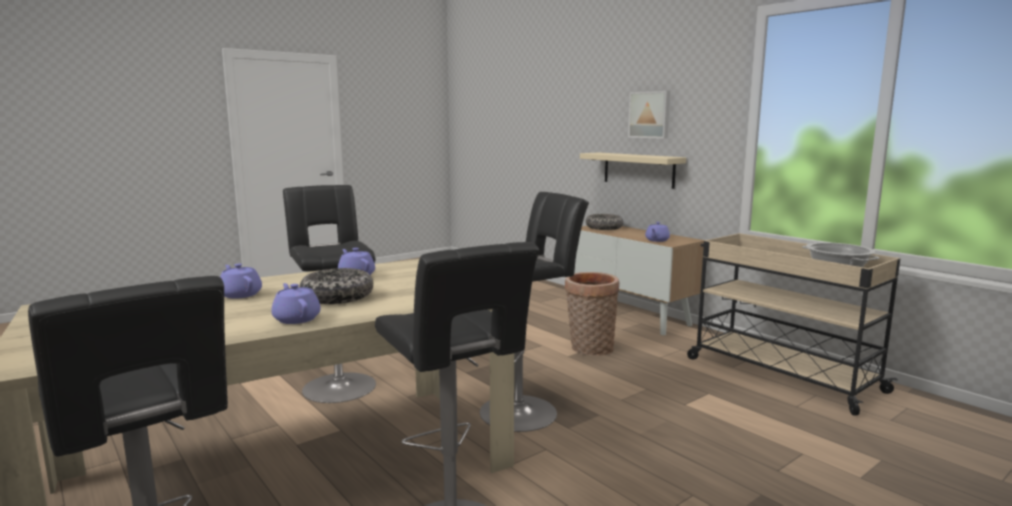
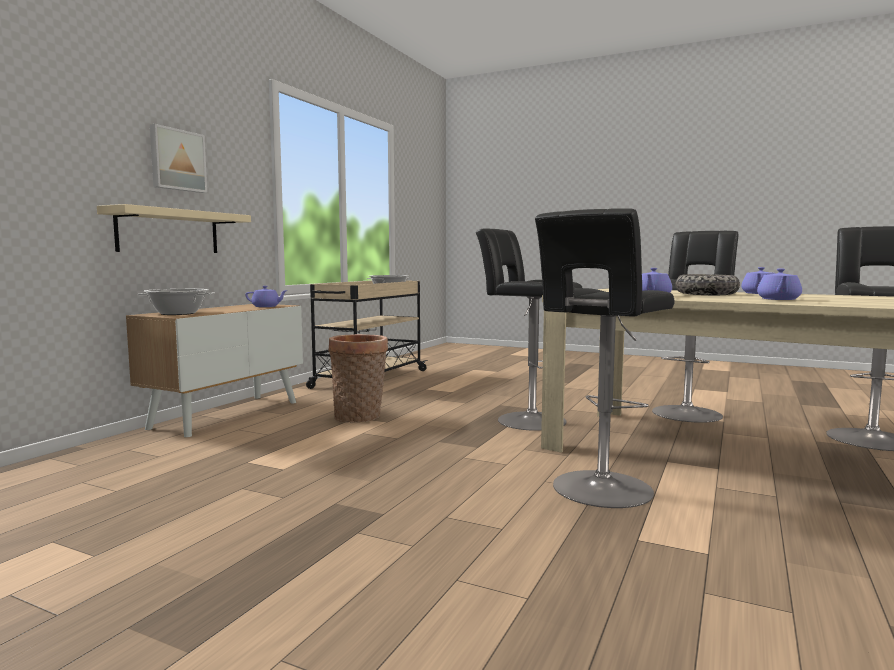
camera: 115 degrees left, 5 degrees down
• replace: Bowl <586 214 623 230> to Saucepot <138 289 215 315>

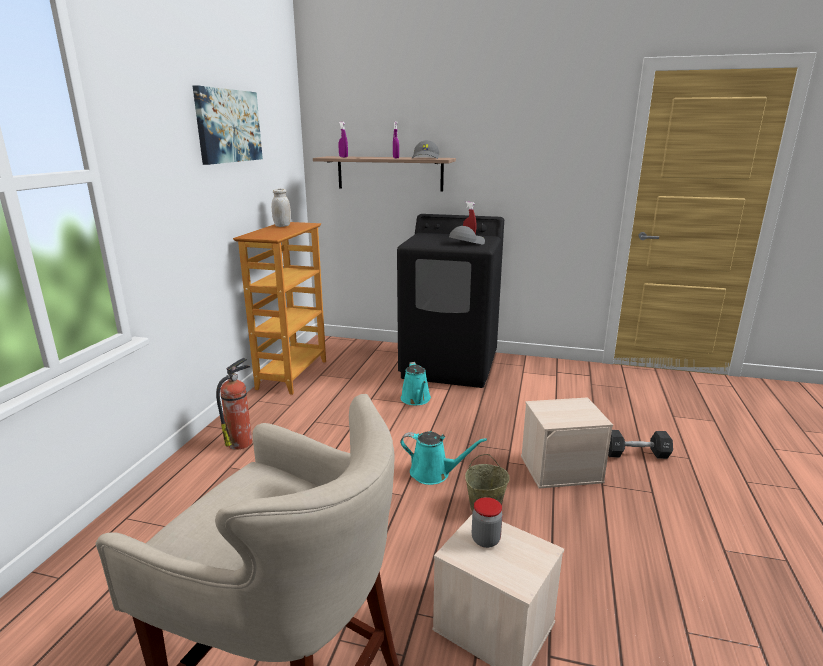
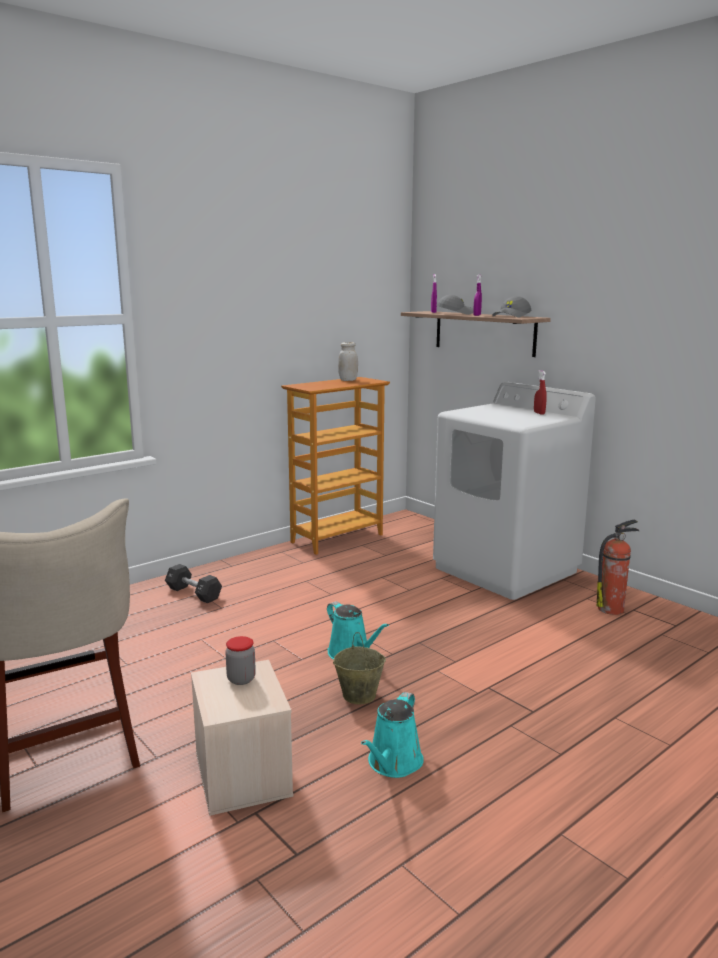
camera: 35 degrees right, 5 degrees down
• move: BlackHandWeight <608 430 673 459> to <165 564 222 603>
• move: TurquoiseColouredWateringCan <401 362 431 405> to <361 692 424 778>
• recolor: BlackLaundryAppliance <397 214 504 388> to WhitishLaundryAppliance <433 382 596 600>
• move: GreyPeakedCap <449 226 485 244> to <436 295 474 315>
• move: FireFightingCylinder <216 358 252 450> to <597 520 639 615>
• delete: Picture <193 86 263 165>
• delete: BeigeColouredStorageBin <521 397 613 488>

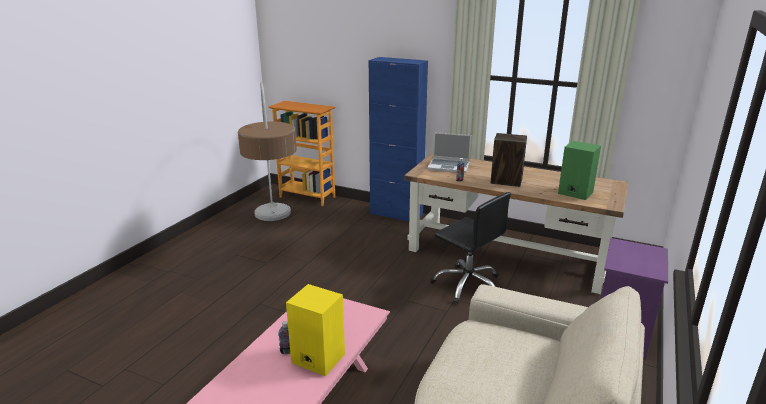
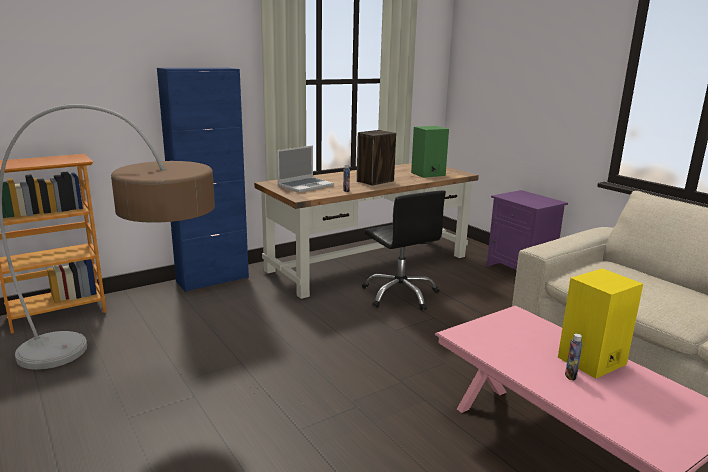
camera: 60 degrees left, 5 degrees down
• rotate: BlackComputerChair <430 192 511 304> = <362 190 446 311> 75 degrees clockwise

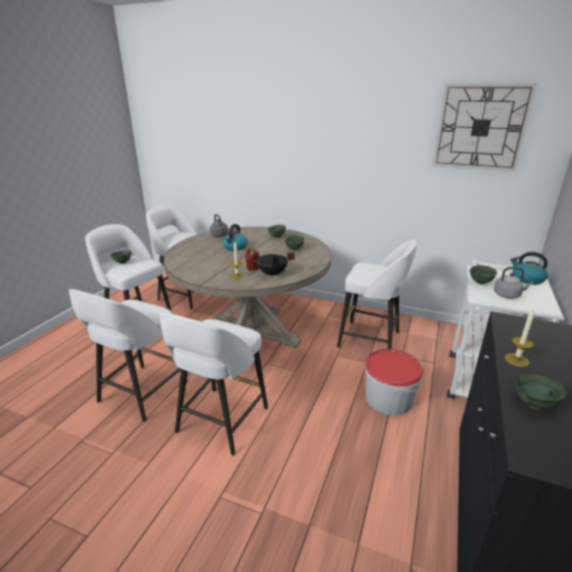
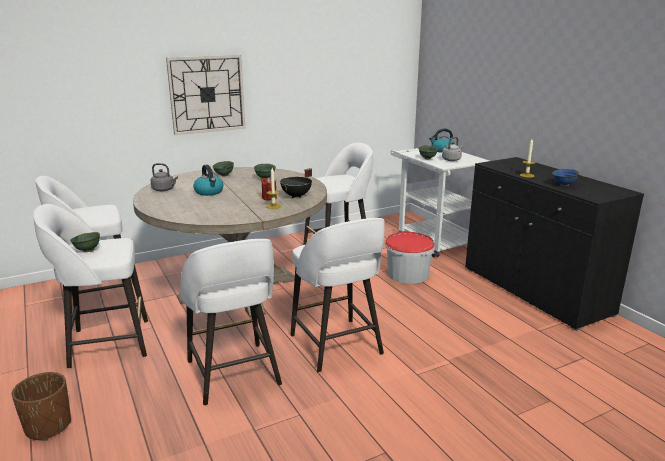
camera: 50 degrees left, 5 degrees down
• insert: BrownishFlowerPot <12 372 71 441>
• move: HangingClock <433 84 537 171> to <166 55 245 135>
• recolor: GreenishBowl <515 374 566 410> to BlueBowl <552 169 579 186>

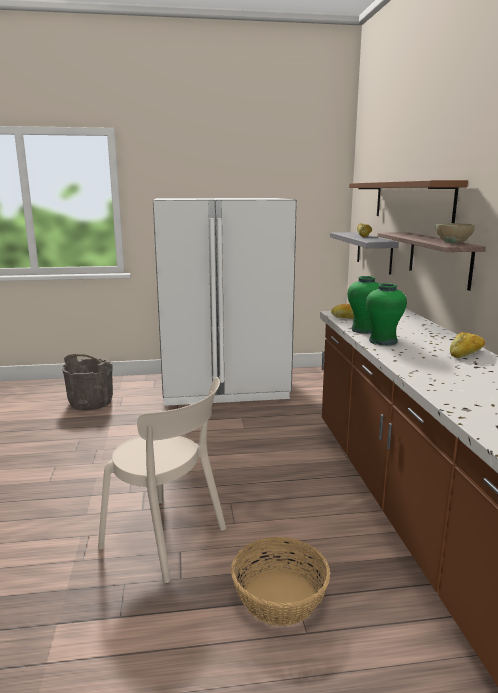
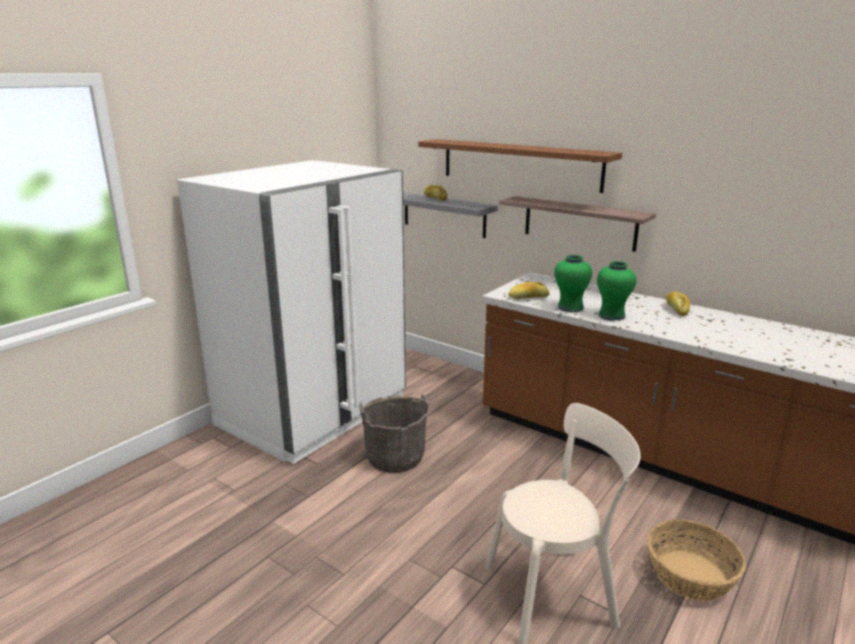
camera: 45 degrees left, 5 degrees up
• move: GreyBucket <62 354 113 410> to <359 394 429 473>
• delete: BeigeColouredBowl <436 223 475 244>

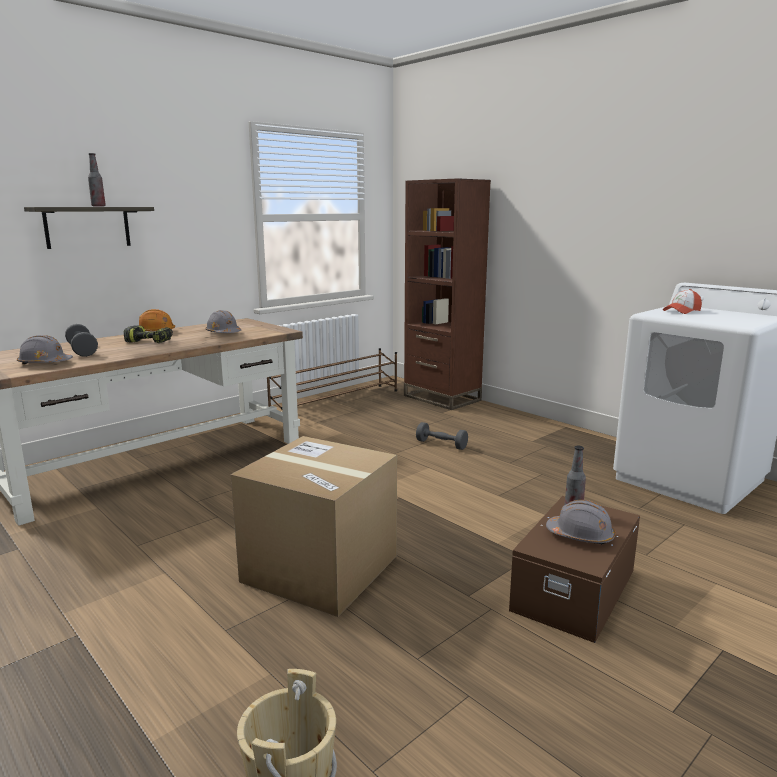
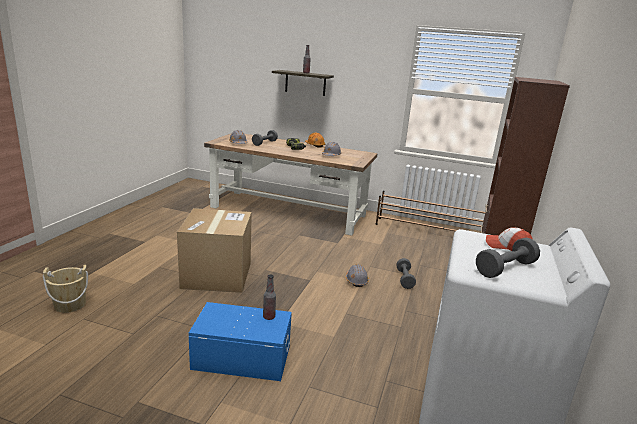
camera: 60 degrees right, 5 degrees up
• recolor: BrownishStorageBin <509 496 640 643> to BlueStorageBin <189 302 292 381>
• move: GreyHardHat <546 500 615 545> to <346 264 369 287>
• insert: GreyHandWeight <476 238 540 278>

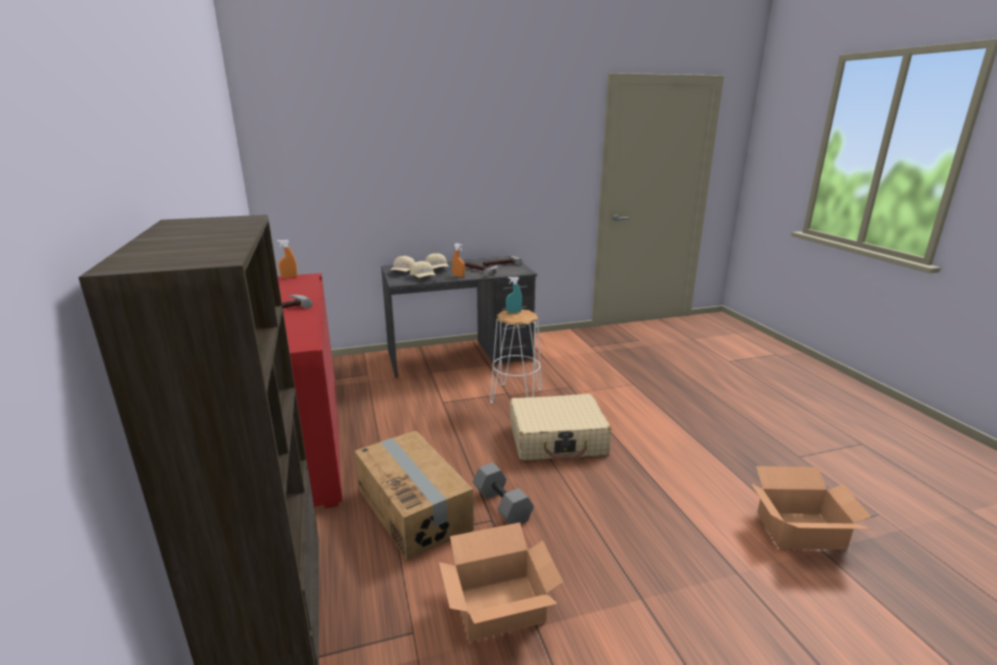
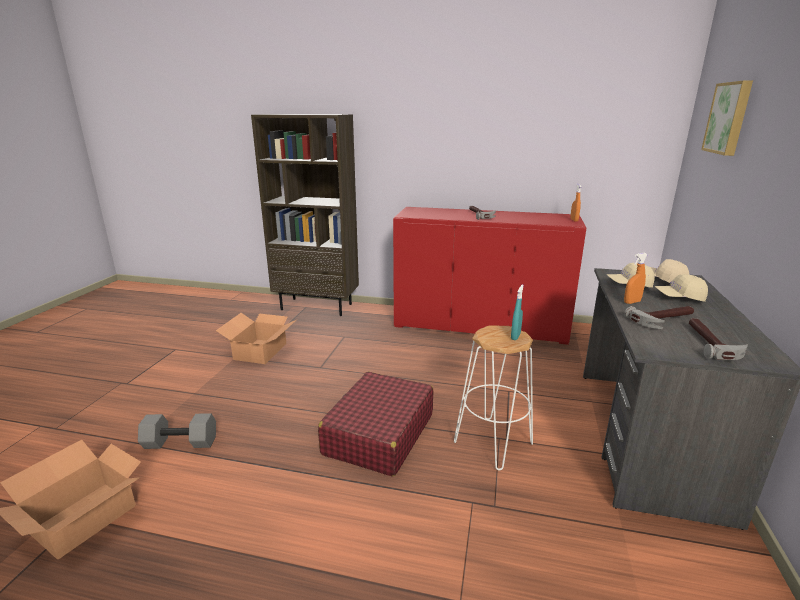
camera: 120 degrees right, 0 degrees up
• move: GreyHandWeight <473 462 534 524> to <138 413 216 449>
• recolor: BeigeColouredPieceOfLuggage <510 394 611 461> to RedColouredPieceOfLuggage <318 372 433 477>
• insert: Picture <701 80 753 156>
• delete: Carton <355 431 474 561>

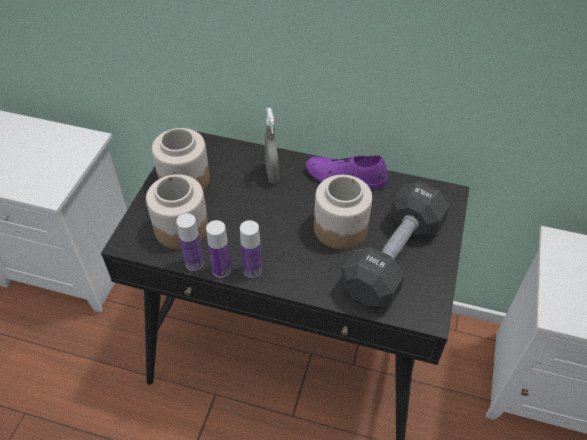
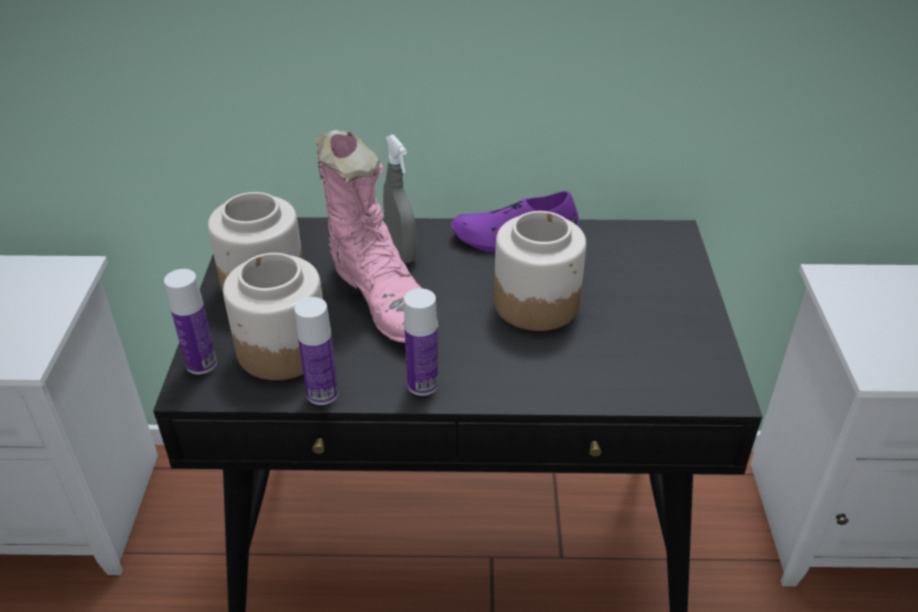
camera: 15 degrees left, 10 degrees down
• move: BeverageBottle <206 220 231 278> to <164 269 217 374>
• insert: PinkBoot <316 130 438 343>
• delete: BlackHandWeight <341 181 450 307>

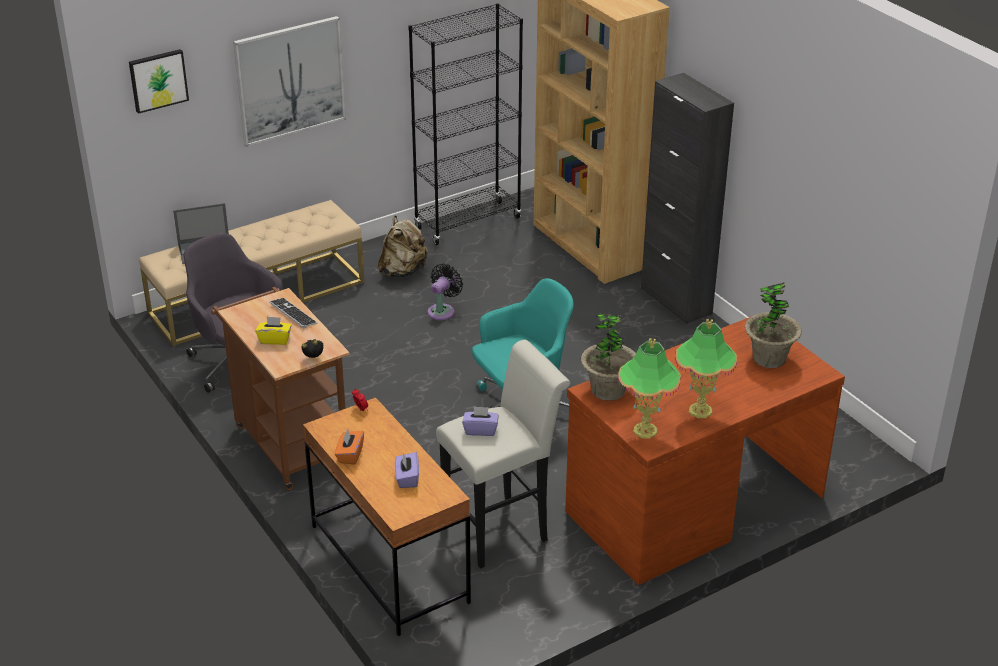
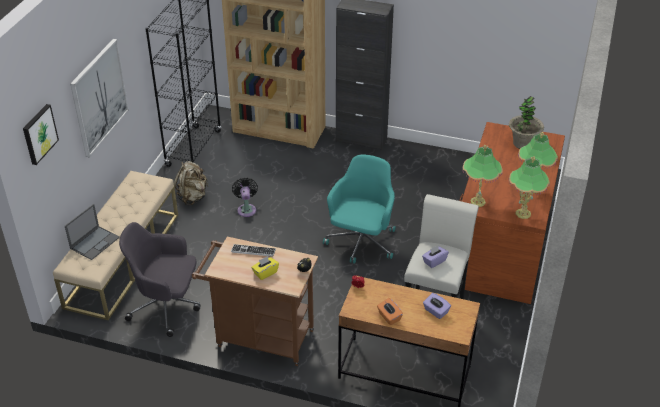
camera: 40 degrees left, 5 degrees up
• replace: PlantInAPot <581 314 636 401> to LampForATable <462 145 503 207>

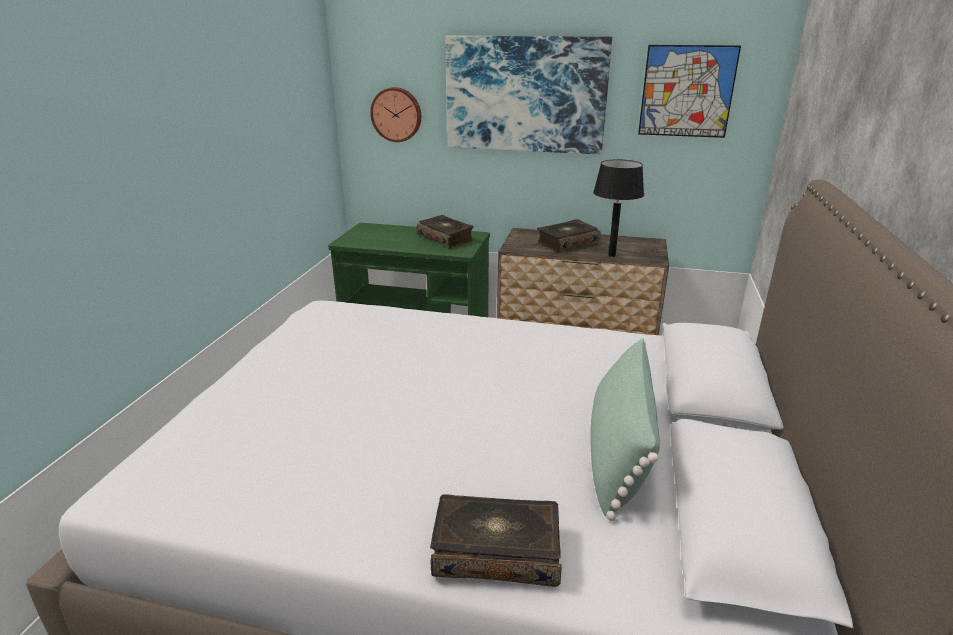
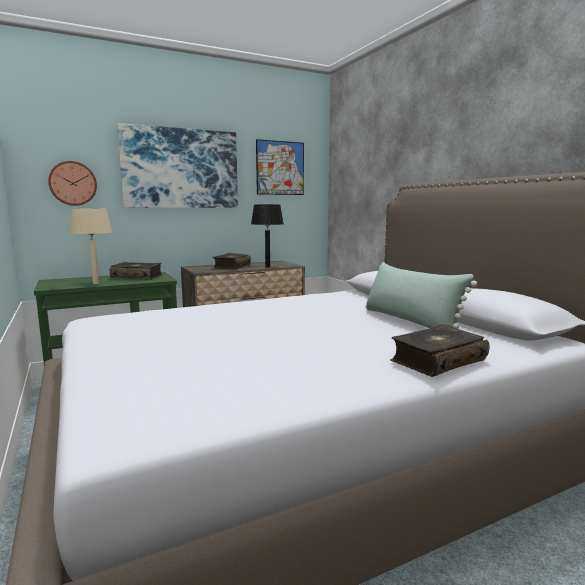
camera: 40 degrees left, 15 degrees down
• insert: BeigeColouredLampForATable <69 209 113 284>

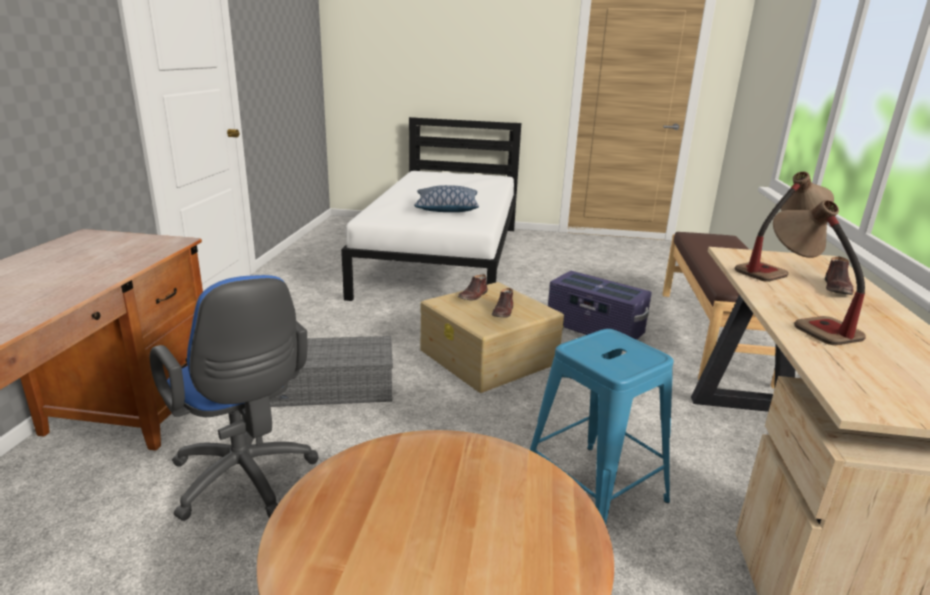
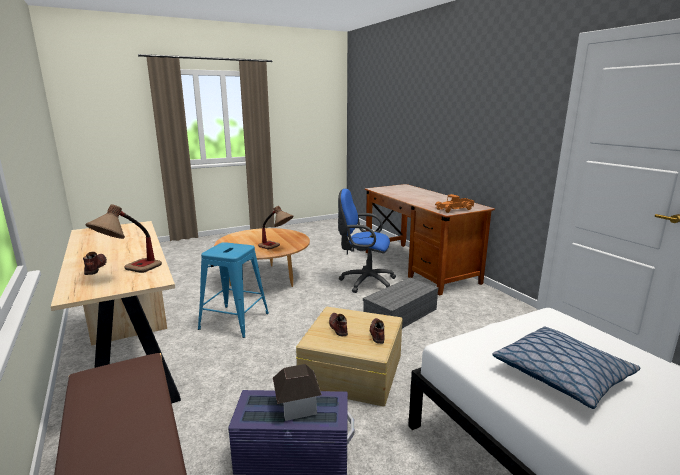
camera: 145 degrees right, 5 degrees down
• move: LampForATable <773 200 866 345> to <258 206 294 249>
• insert: ToyHouse <273 364 322 421>
• insert: ToyTruck <435 194 474 213>

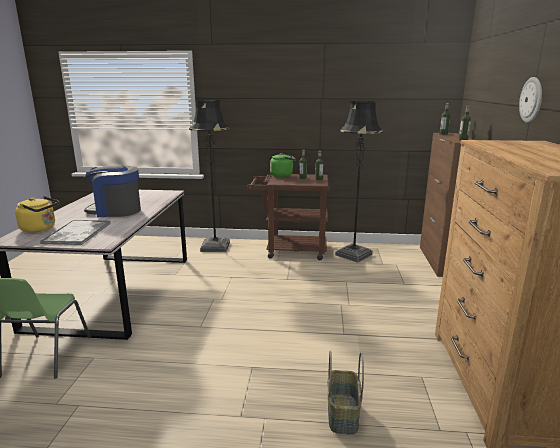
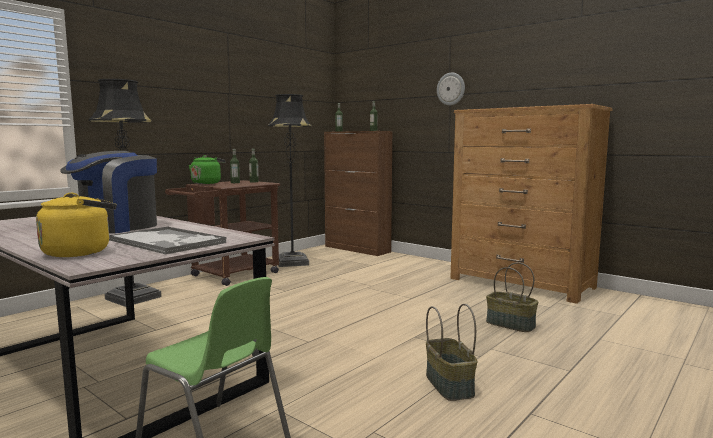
camera: 55 degrees left, 10 degrees down
• insert: StorageBasket <426 304 477 401>

